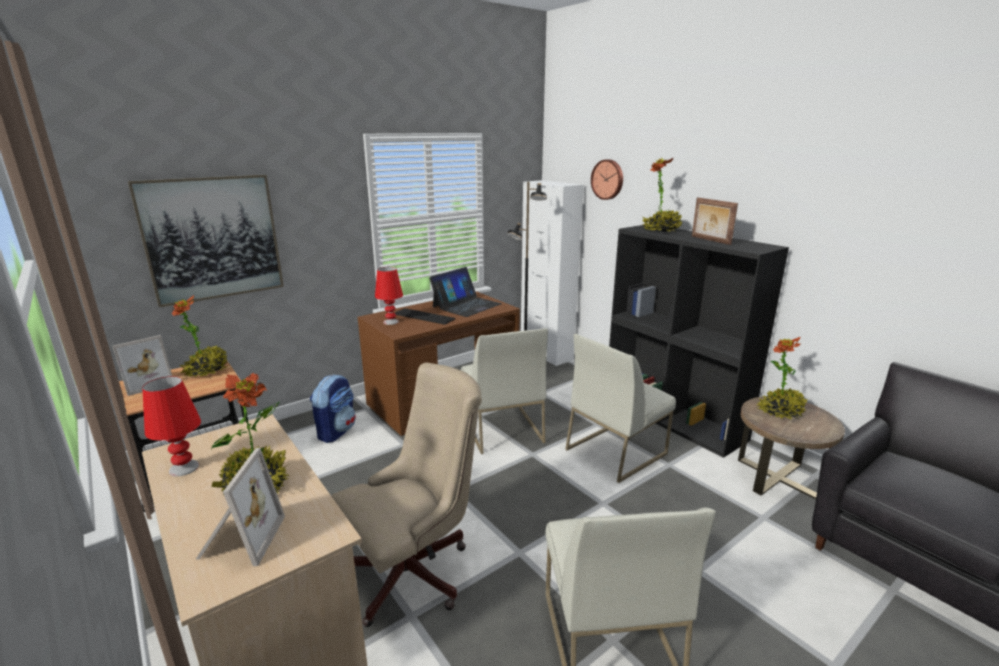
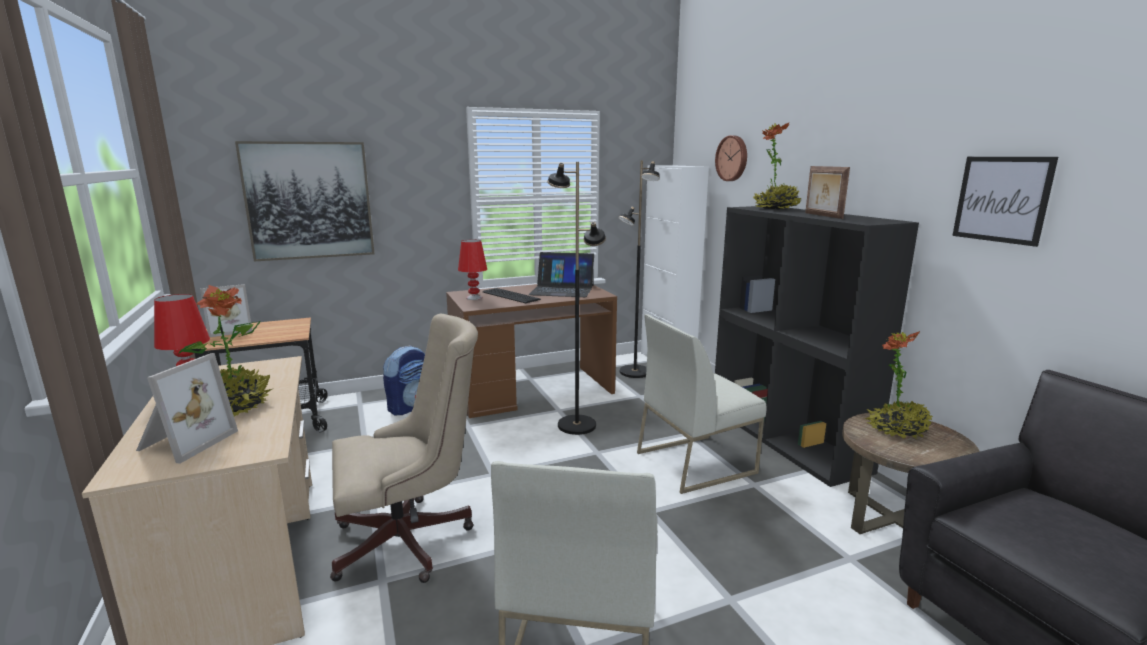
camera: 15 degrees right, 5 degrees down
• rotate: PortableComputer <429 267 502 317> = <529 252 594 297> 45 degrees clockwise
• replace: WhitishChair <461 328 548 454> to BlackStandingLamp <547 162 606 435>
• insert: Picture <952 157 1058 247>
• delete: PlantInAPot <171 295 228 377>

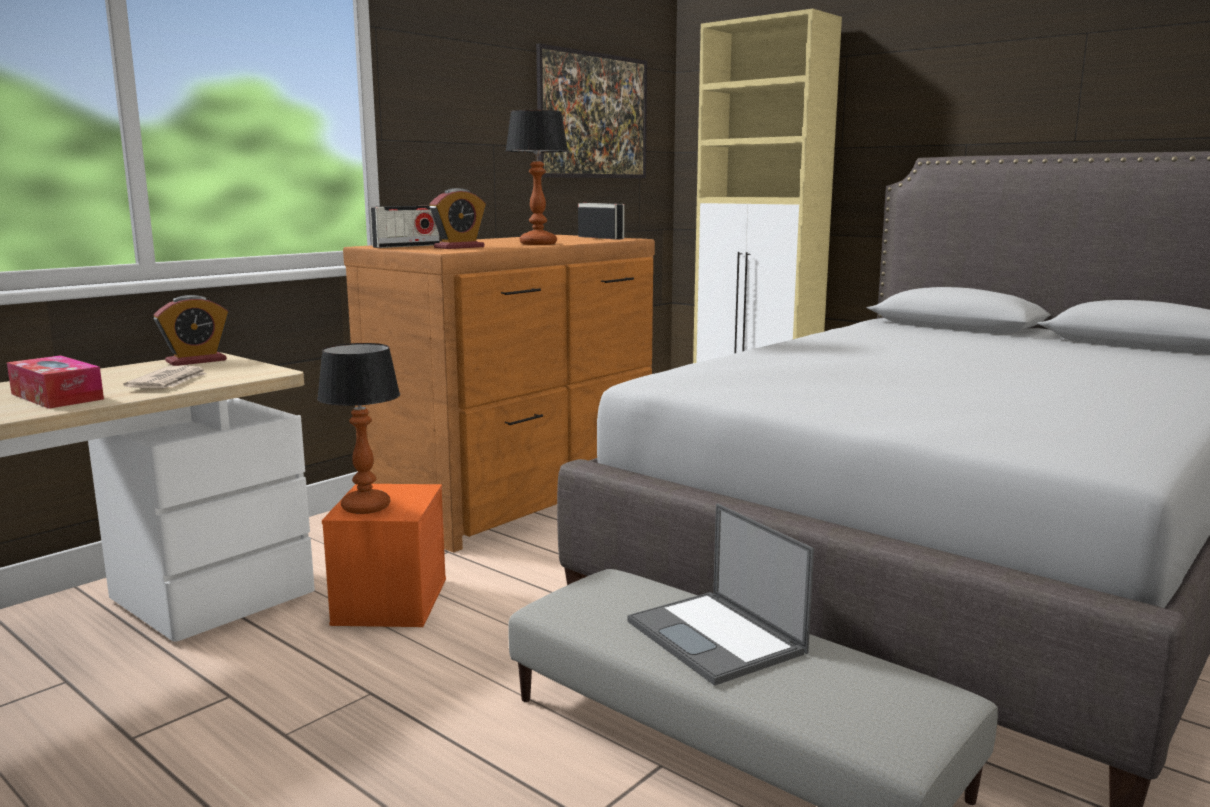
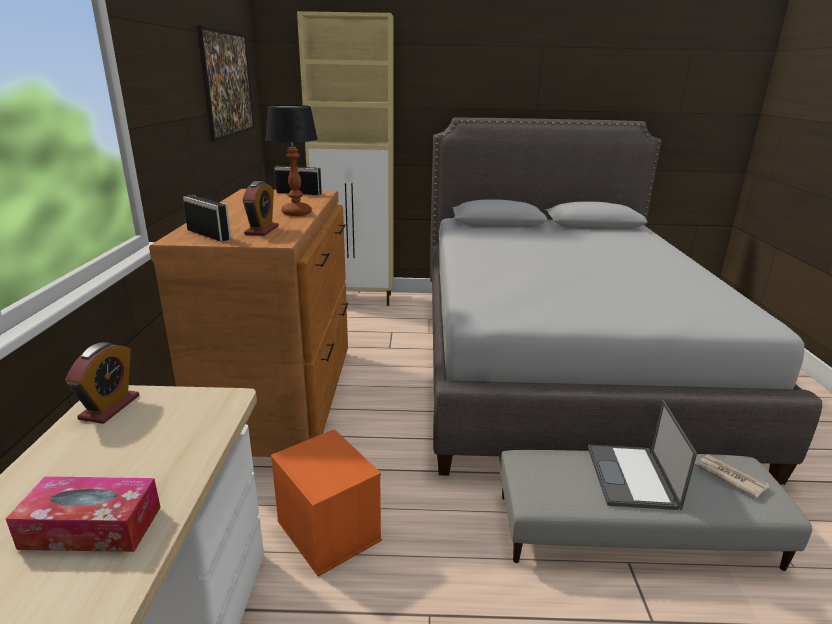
camera: 40 degrees left, 10 degrees up
• rotate: Radio <370 206 440 248> = <183 195 231 242> 60 degrees counterclockwise
• rotate: PortableComputer <627 503 814 686> = <588 400 697 510> 75 degrees clockwise
• move: DailyPaper <123 366 206 388> to <695 454 770 498>
• delete: LampForATable <317 343 400 514>

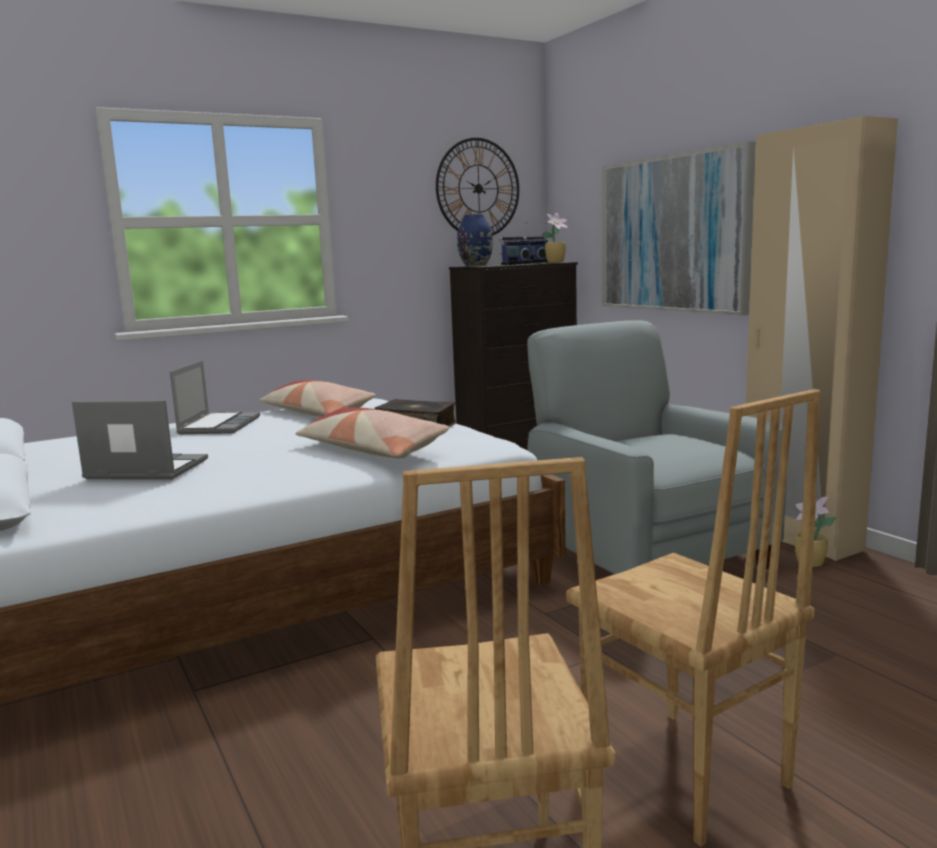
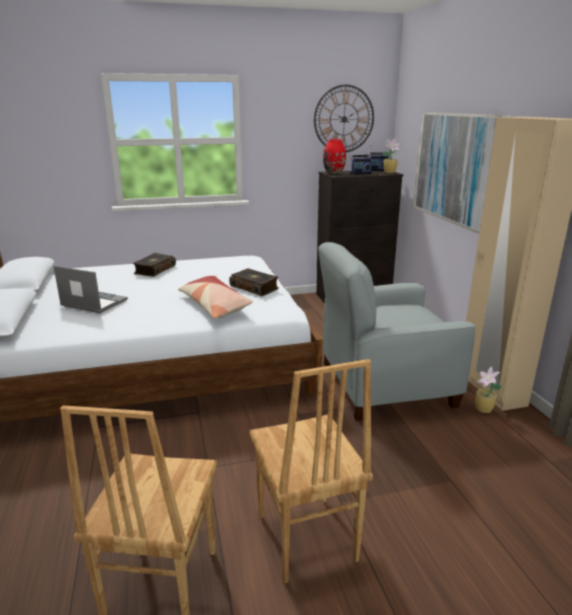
camera: 15 degrees right, 10 degrees up
• replace: PortableComputer <170 361 260 434> to Volume <132 253 176 277>
• rotate: GreyEasyChair <527 320 787 574> = <318 242 475 421> 90 degrees counterclockwise
• recolor: BlueVase <457 214 493 266> to RedColouredVase <323 139 346 174>
• delete: Cushion <259 380 375 417>

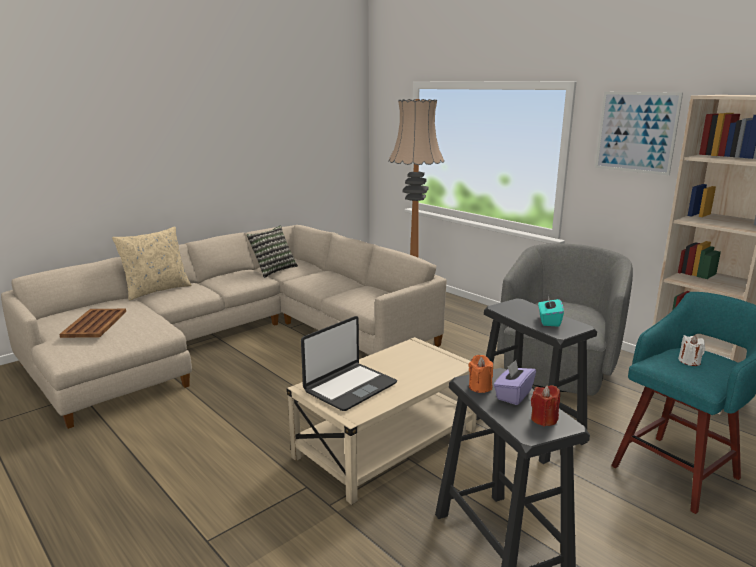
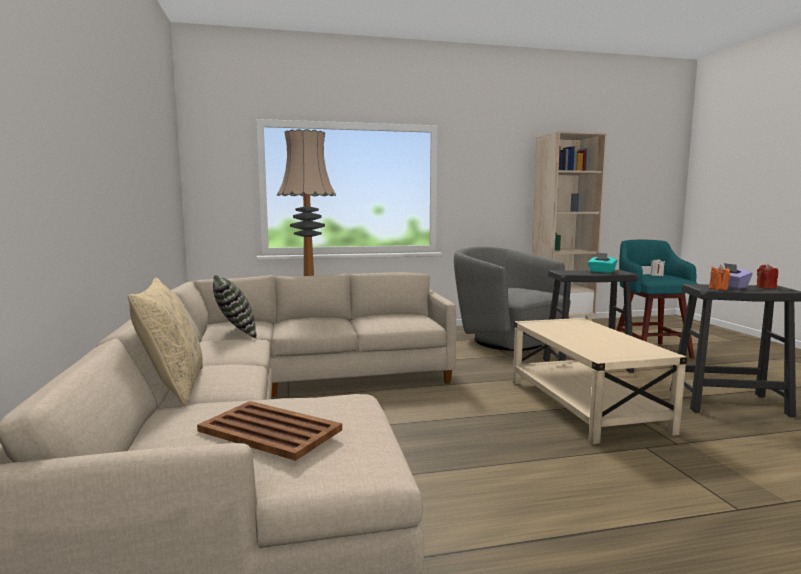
camera: 60 degrees left, 10 degrees down
• delete: PortableComputer <301 316 397 411>
• delete: Picture <595 92 683 175>

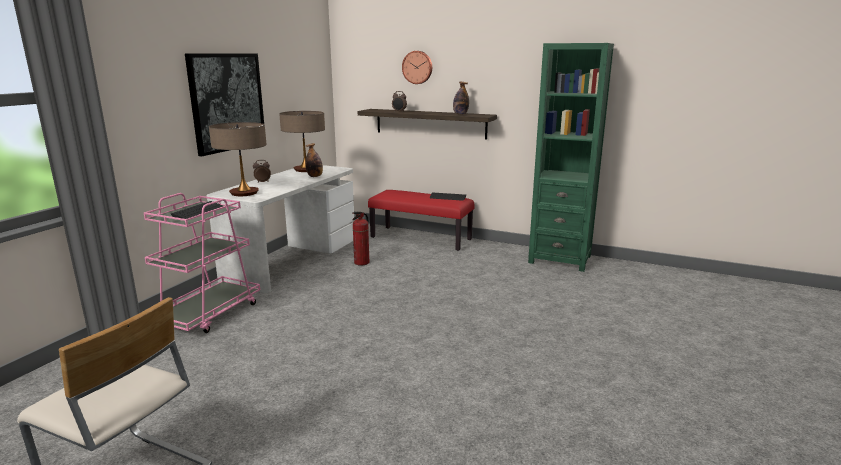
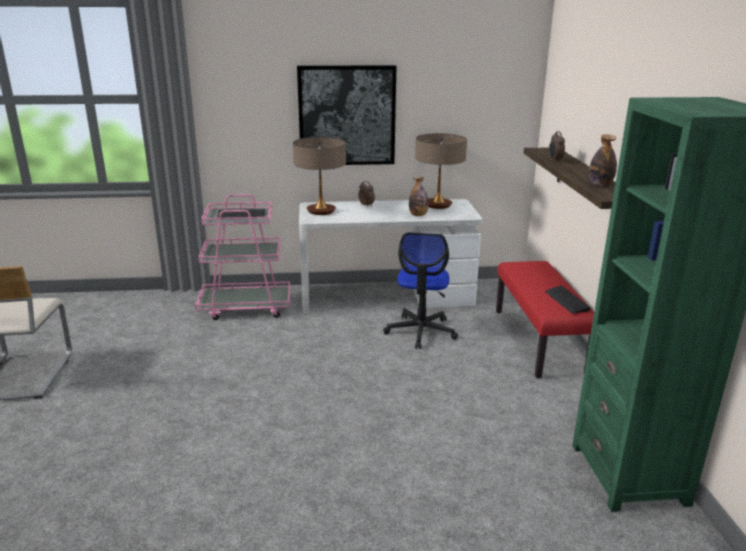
camera: 60 degrees right, 5 degrees up
• replace: FireFightingCylinder <352 212 369 266> to ComputerChair <383 232 458 349>
• delete: HangingClock <402 51 432 84>

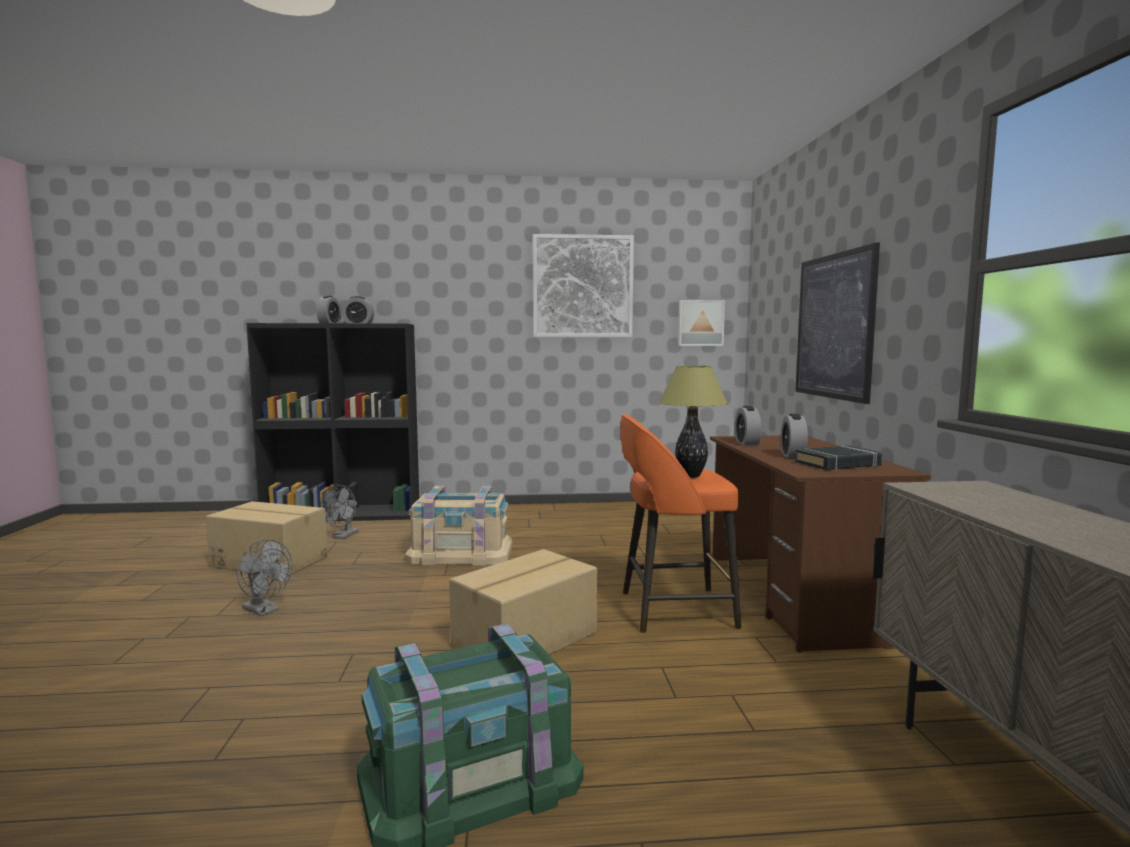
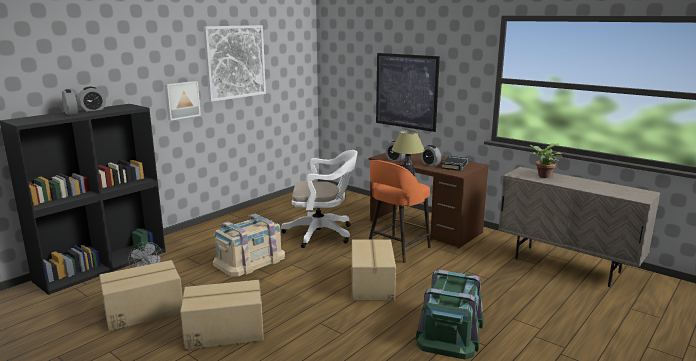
camera: 45 degrees left, 10 degrees up
• move: Picture <678 300 725 346> to <165 81 201 120>
• replace: GreyElectricFan <236 539 292 616> to Carton <180 280 264 350>
• insert: WhitishComputerChair <281 150 357 248>
• insert: PlantInAPot <528 143 562 178>

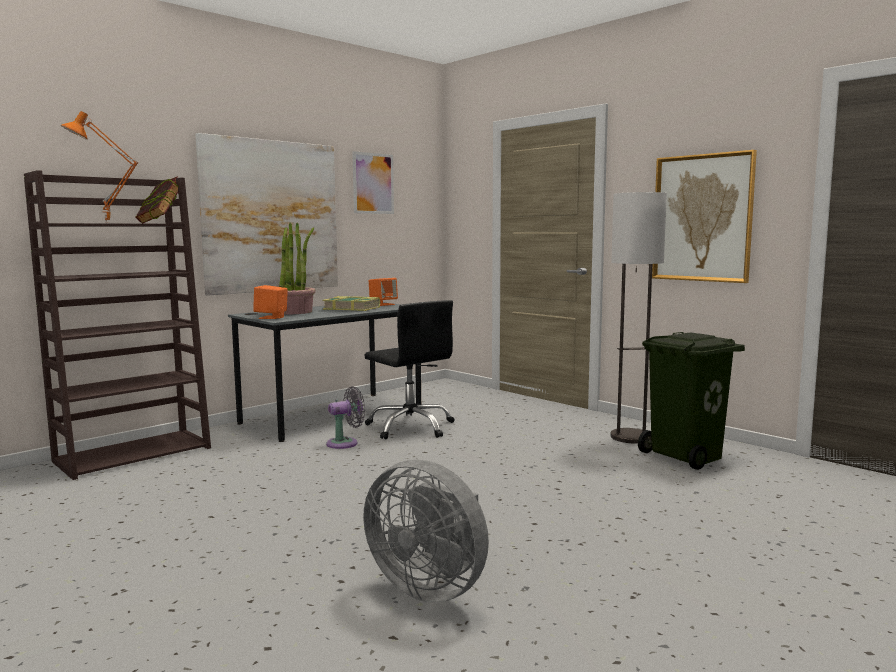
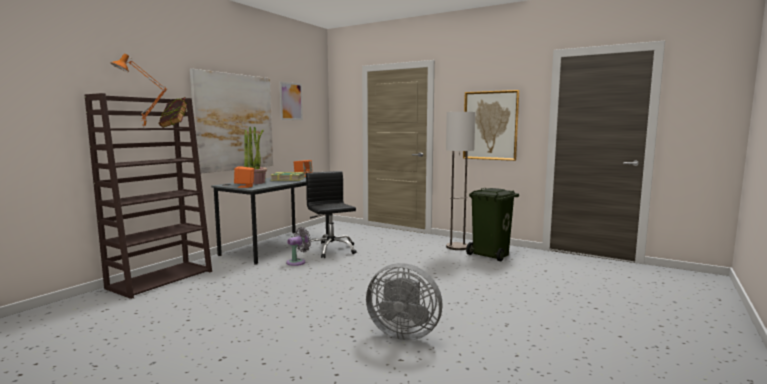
camera: 15 degrees left, 0 degrees up
• rotate: BlackComputerChair <365 300 455 439> = <303 171 357 258> 150 degrees counterclockwise

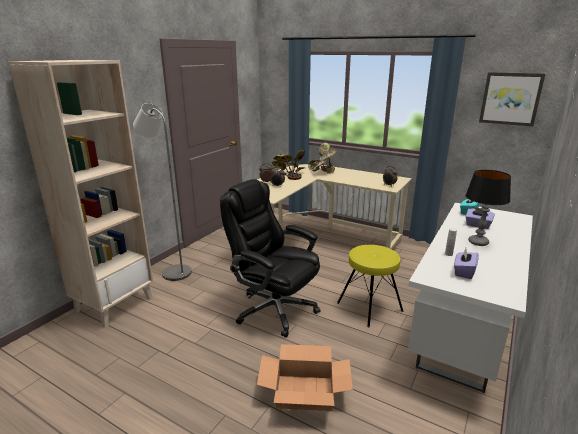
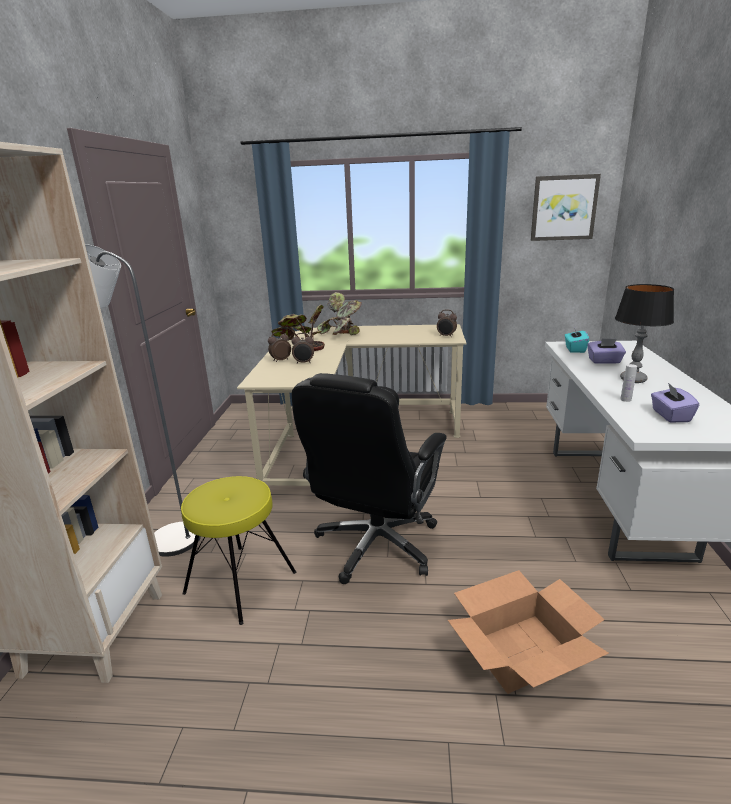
camera: 25 degrees left, 0 degrees up
• move: YellowStool <337 245 403 327> to <181 476 296 625>
• rotate: BlackComputerChair <220 179 320 338> = <292 373 447 584> 75 degrees counterclockwise

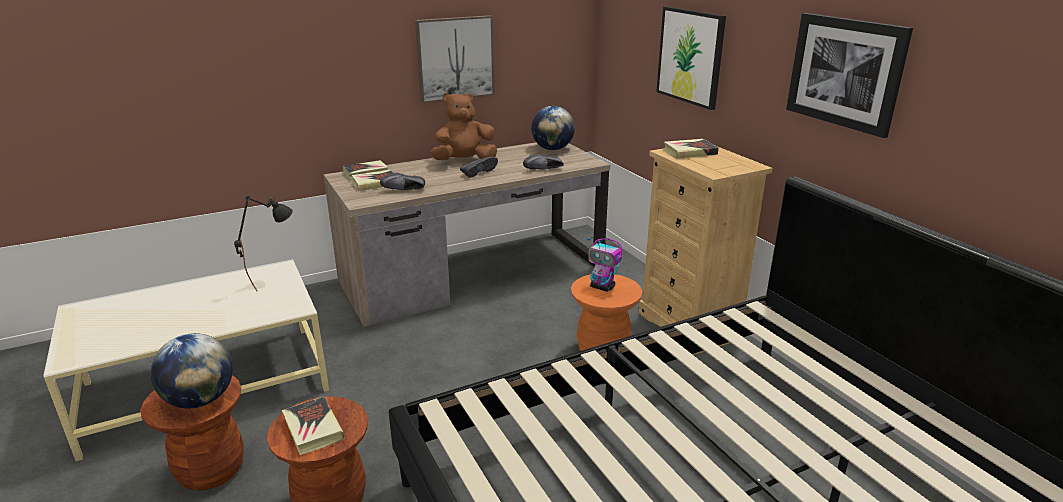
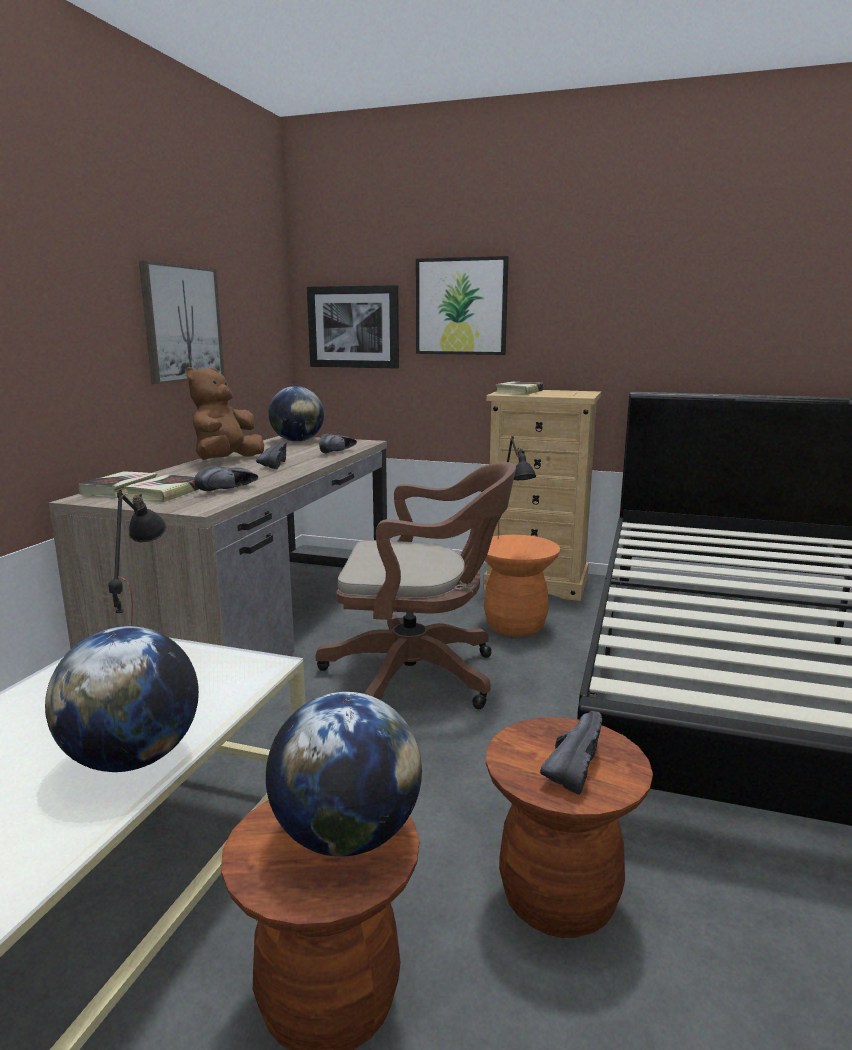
camera: 45 degrees left, 10 degrees down
• insert: DeskGlobe <45 626 199 772>
• move: Picture <786 13 913 138> to <307 285 399 369>
• insert: BrownishComputerChair <316 462 516 709>
• replace: RobotFigure <587 237 622 292> to BlackLampForATable <498 436 536 537>
• replace: Volume <282 396 345 455> to BlackItemOfFootwear <540 711 602 795>

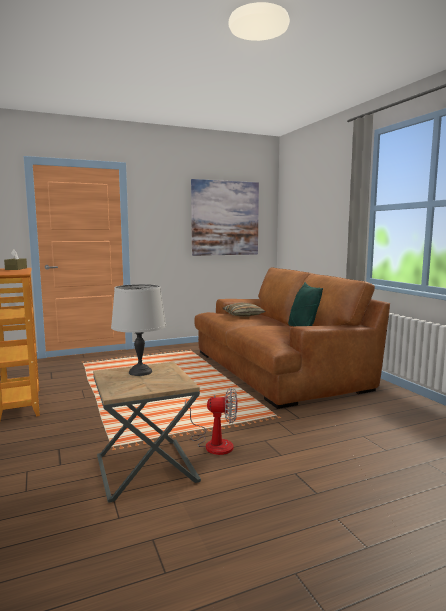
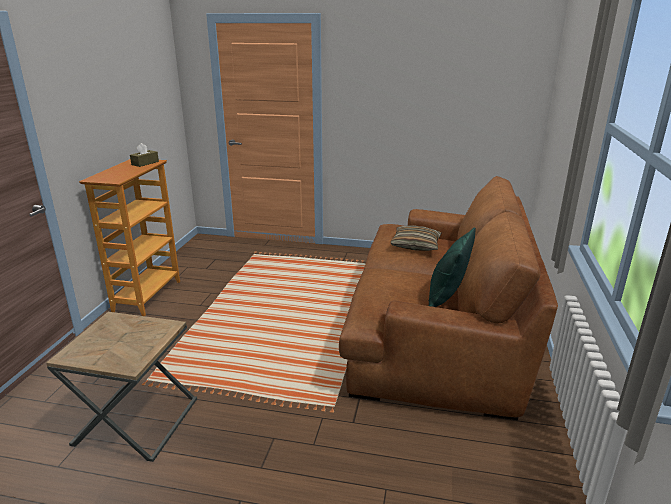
camera: 35 degrees right, 15 degrees up
• delete: GreyLampForATable <111 284 166 376>
• delete: ElectricFan <185 388 237 455>
• delete: Picture <191 179 259 256>

